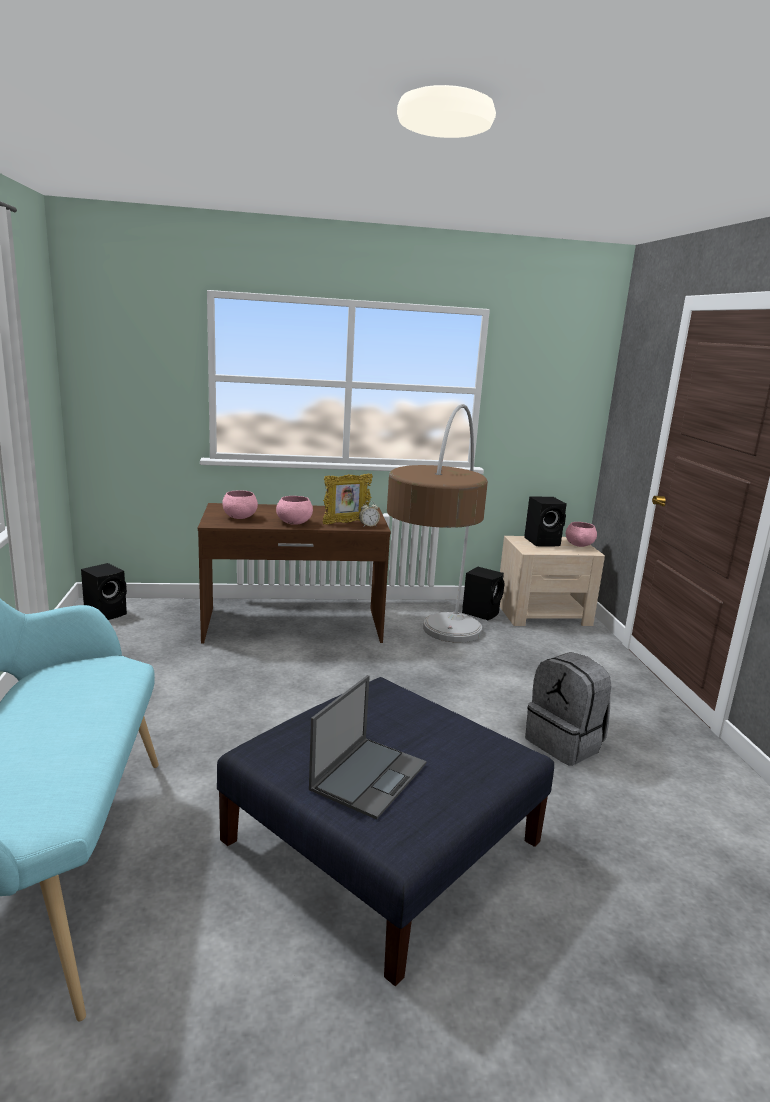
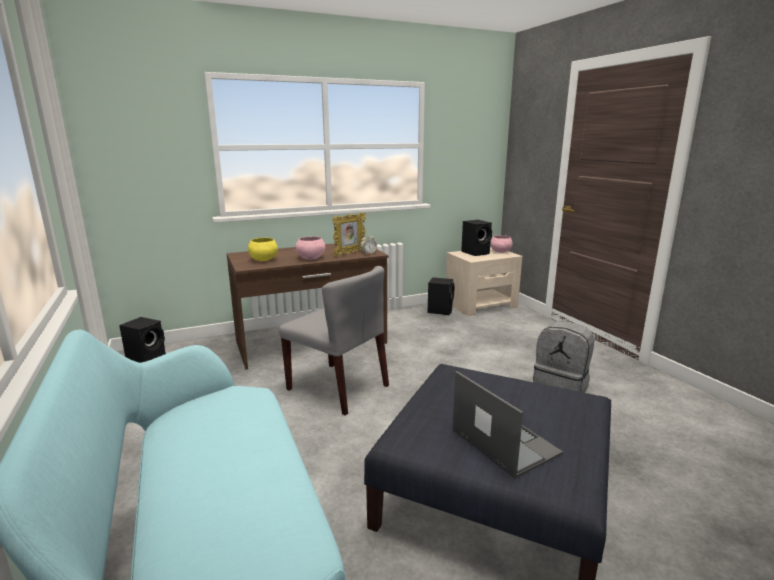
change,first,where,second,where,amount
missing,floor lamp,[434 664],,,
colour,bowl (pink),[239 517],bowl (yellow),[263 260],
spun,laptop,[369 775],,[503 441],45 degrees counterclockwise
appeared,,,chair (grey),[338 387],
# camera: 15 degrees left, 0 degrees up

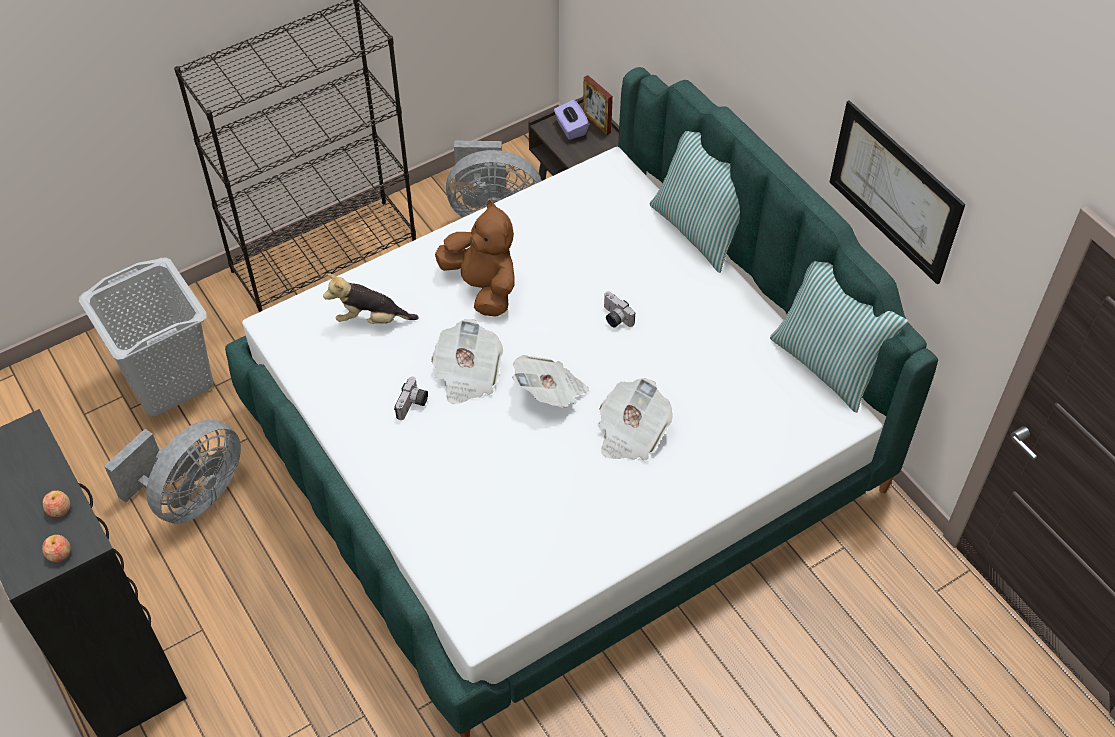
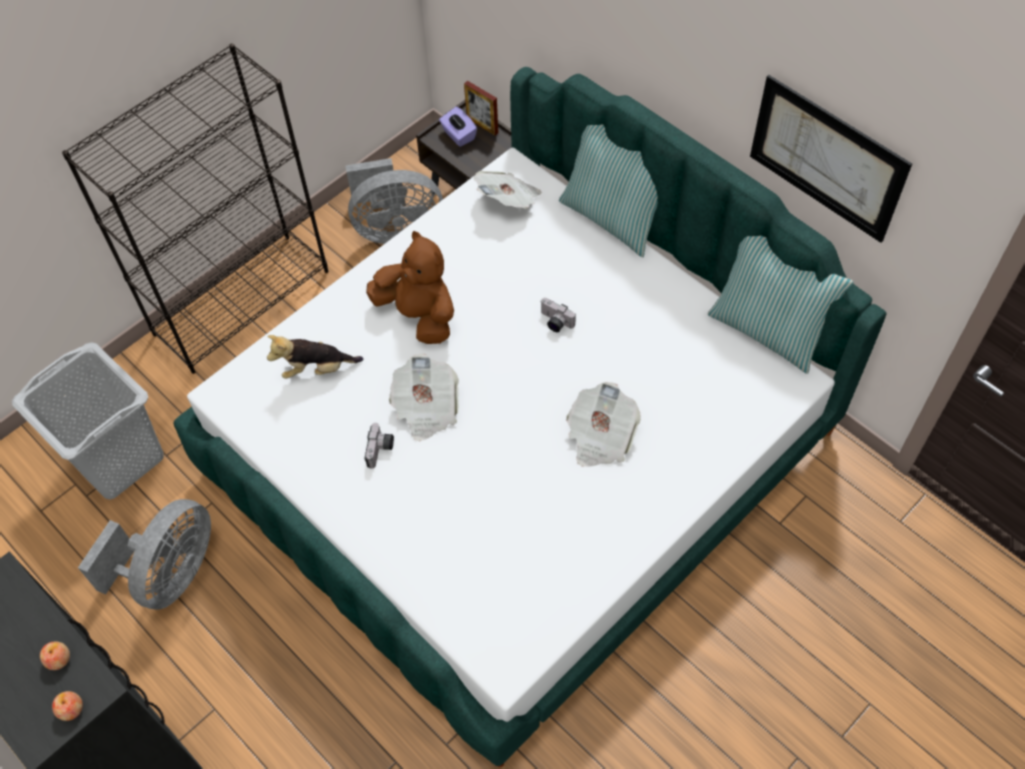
change,first,where,second,where,amount
relocated,newspaper,[550 393],,[509 200],
# camera: 10 degrees left, 5 degrees up

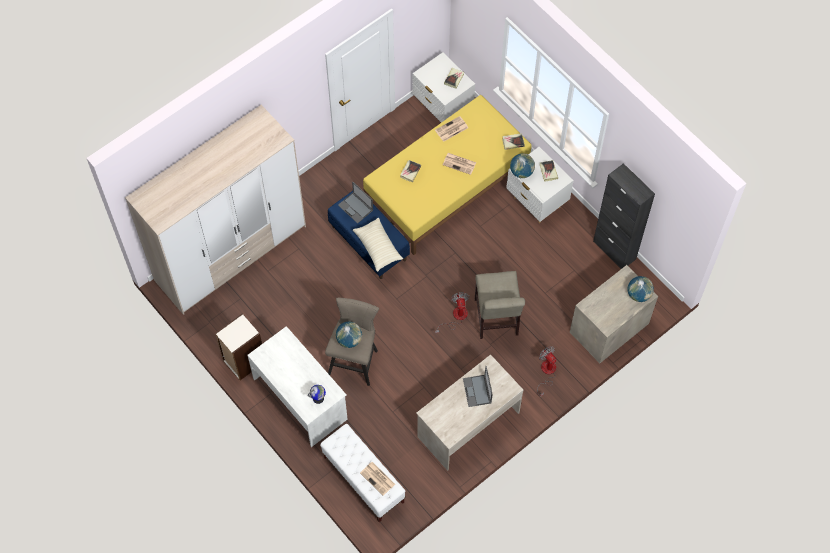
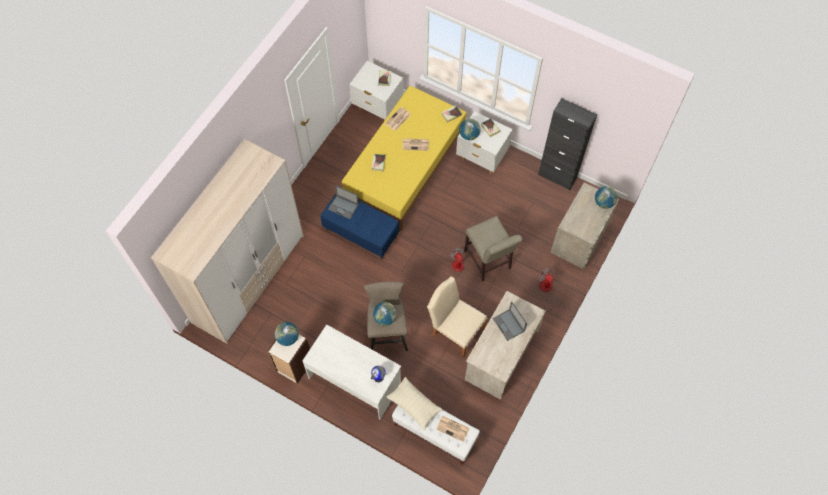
change,first,where,second,where,amount
relocated,pillow (beige),[377 248],,[414 405],
appeared,,,chair (beige),[454 330],
appeared,,,globe,[288 338],
# camera: 20 degrees left, 0 degrees up

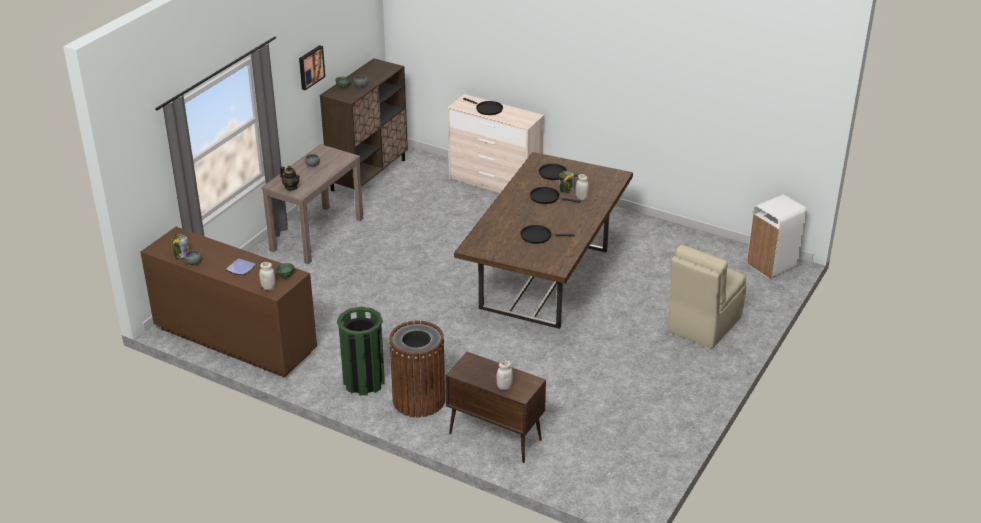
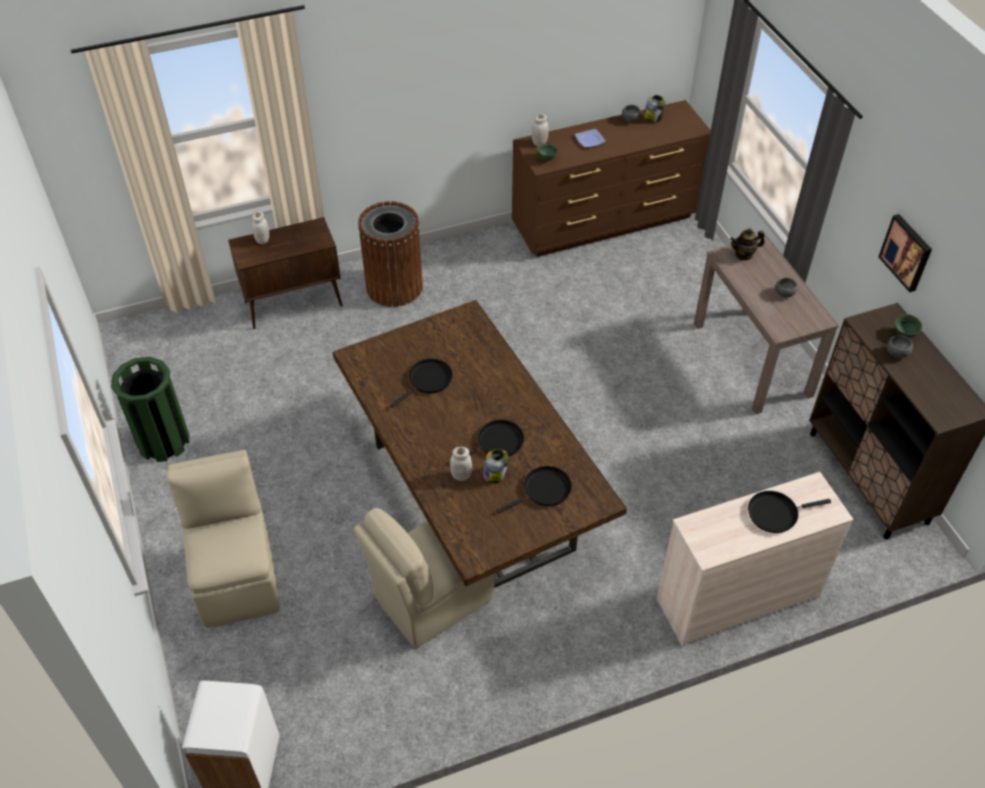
change,first,where,second,where,amount
relocated,trash can (green),[364 382],,[163 441],
appeared,,,chair (beige),[430 599],
# camera: 130 degrees right, 15 degrees up

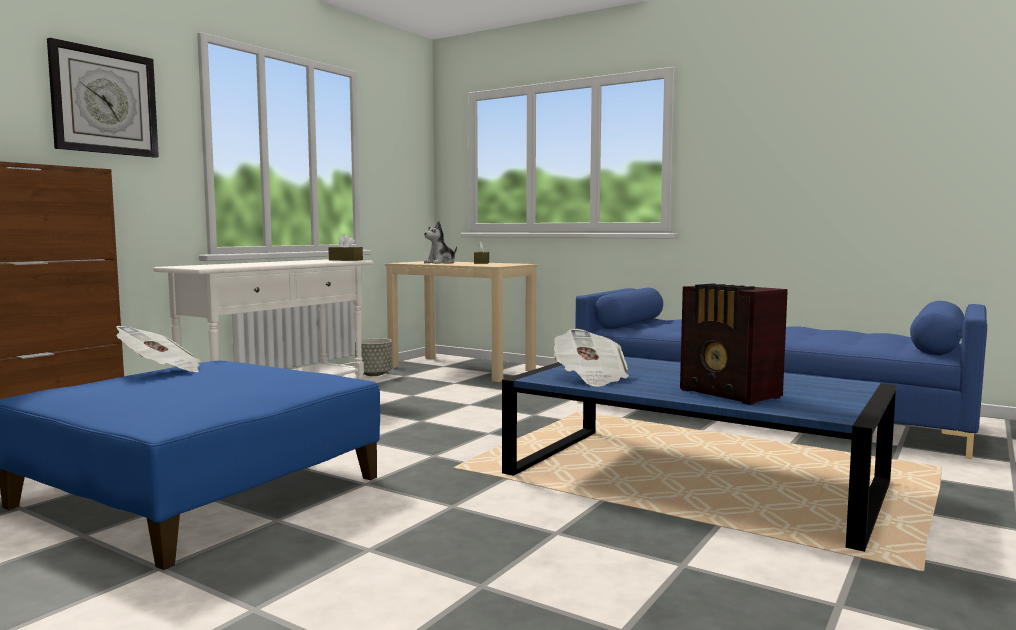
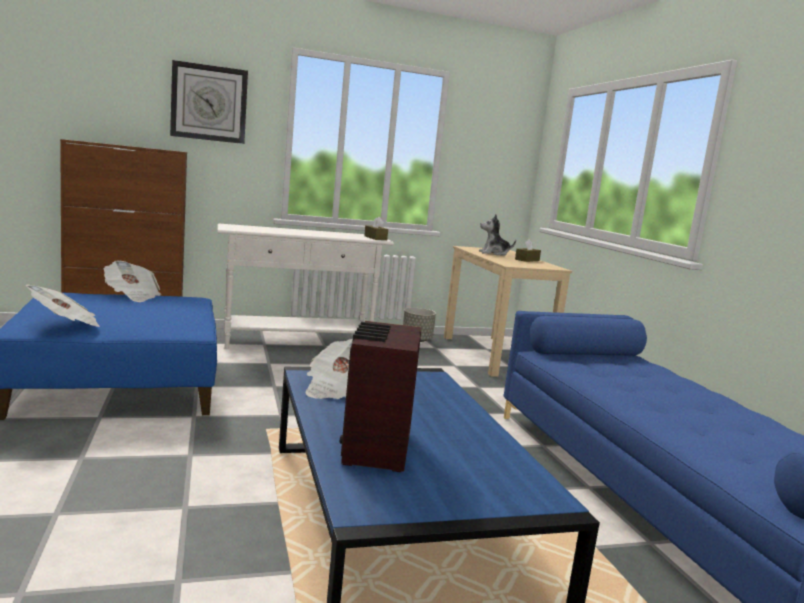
change,first,where,second,where,amount
appeared,,,newspaper,[65 323],
# camera: 40 degrees right, 5 degrees up

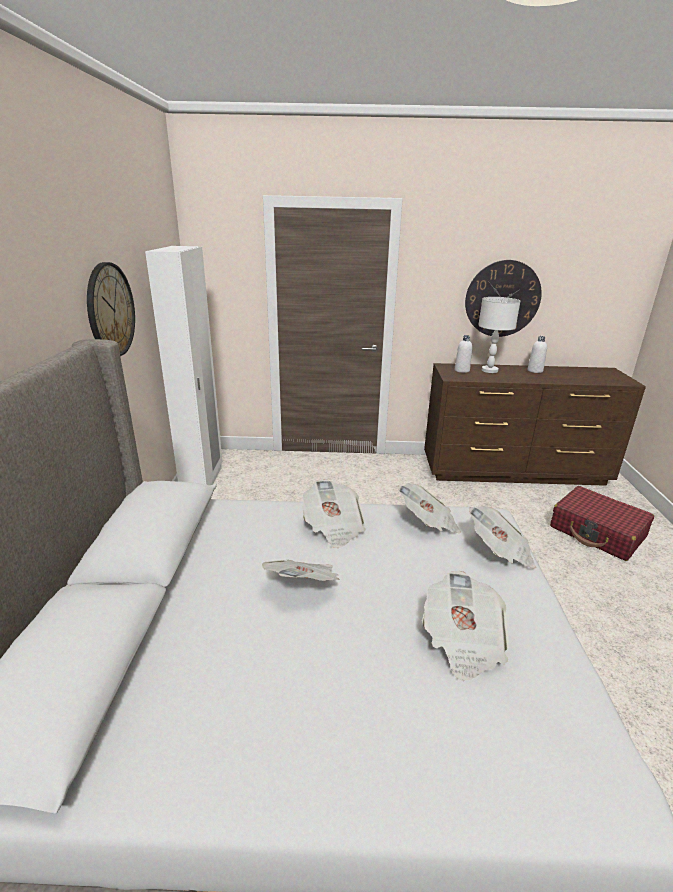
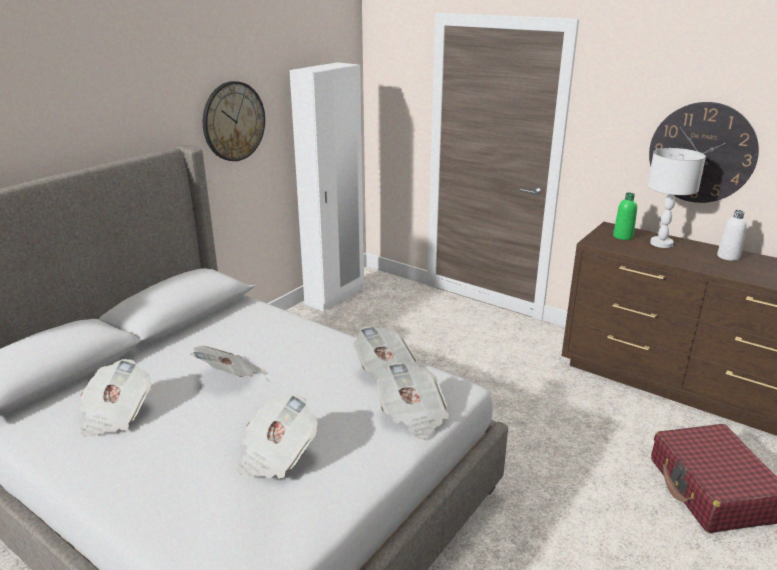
change,first,where,second,where,amount
colour,bottle (white),[462 370],bottle (green),[622 236],
relocated,newspaper,[333 527],,[115 415],
# camera: 35 degrees right, 0 degrees up

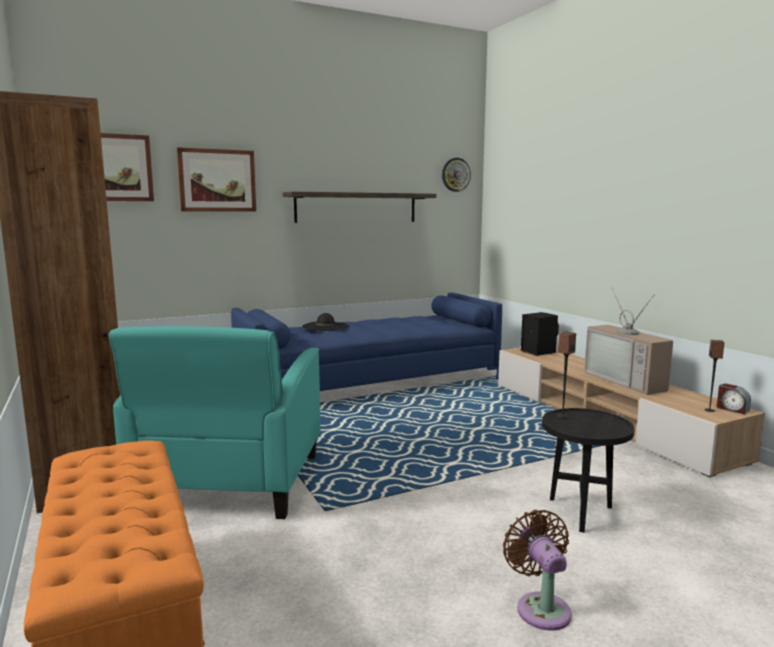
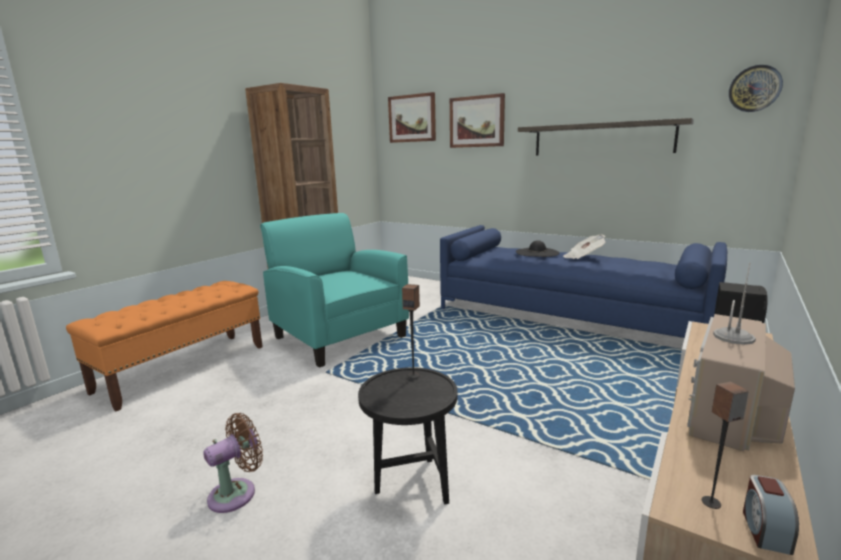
change,first,where,second,where,amount
spun,armchair (turquoise),[231 483],,[339 336],75 degrees clockwise
appeared,,,newspaper,[583 257],
# camera: 60 degrees right, 5 degrees up

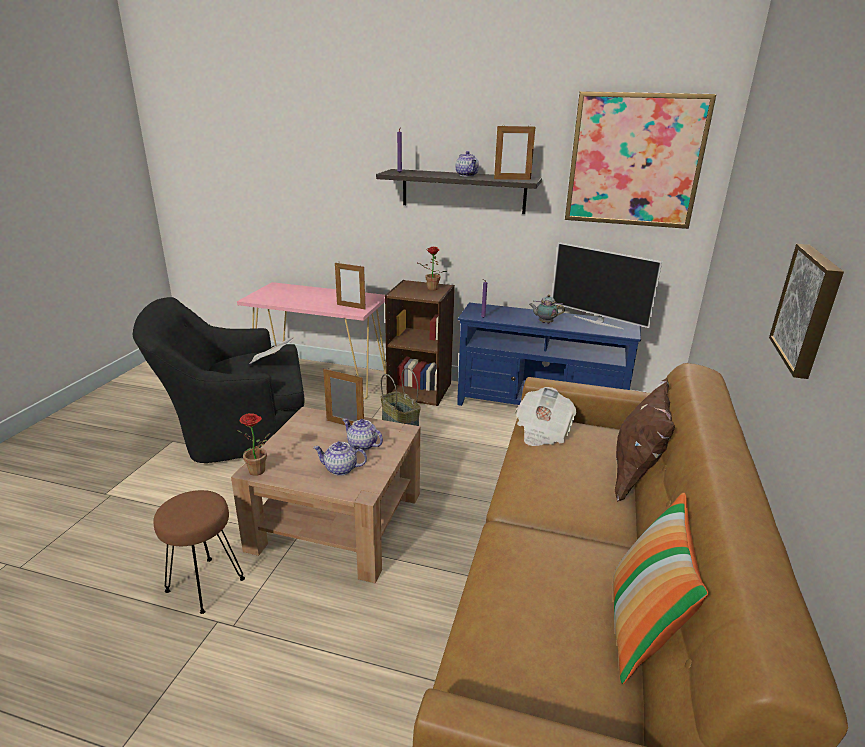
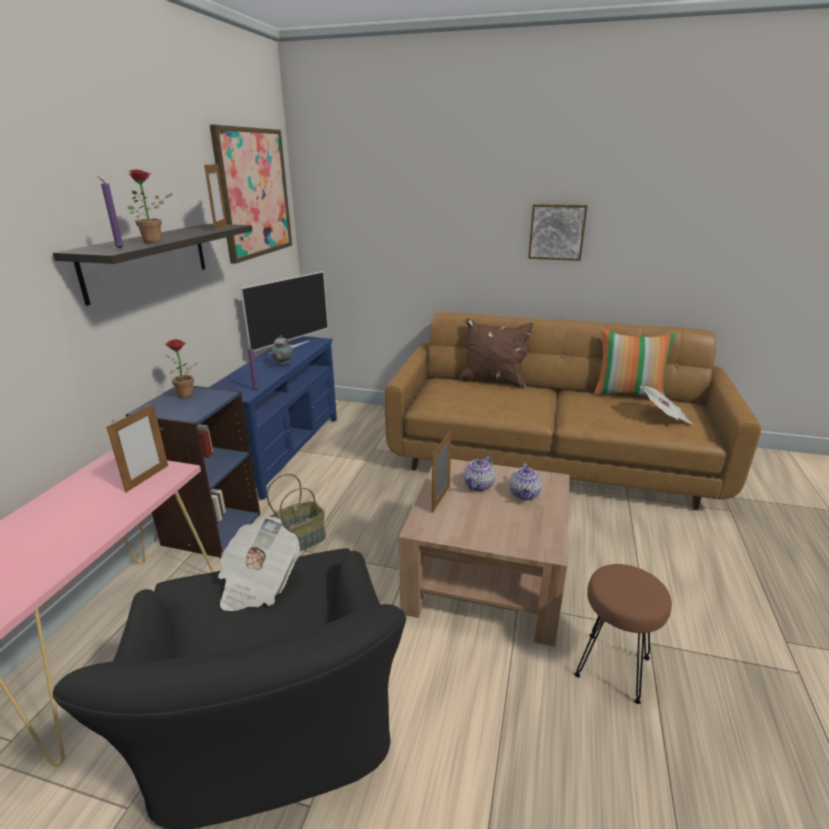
change,first,where,second,where,amount
missing,teapot,[467 175],,,
colour,bookcase (brown),[420 390],bookcase (blue),[211 529],
relocated,newspaper,[542 431],,[663 417],
relocated,potted plant,[259 472],,[156 241],
# camera: 90 degrees left, 0 degrees up

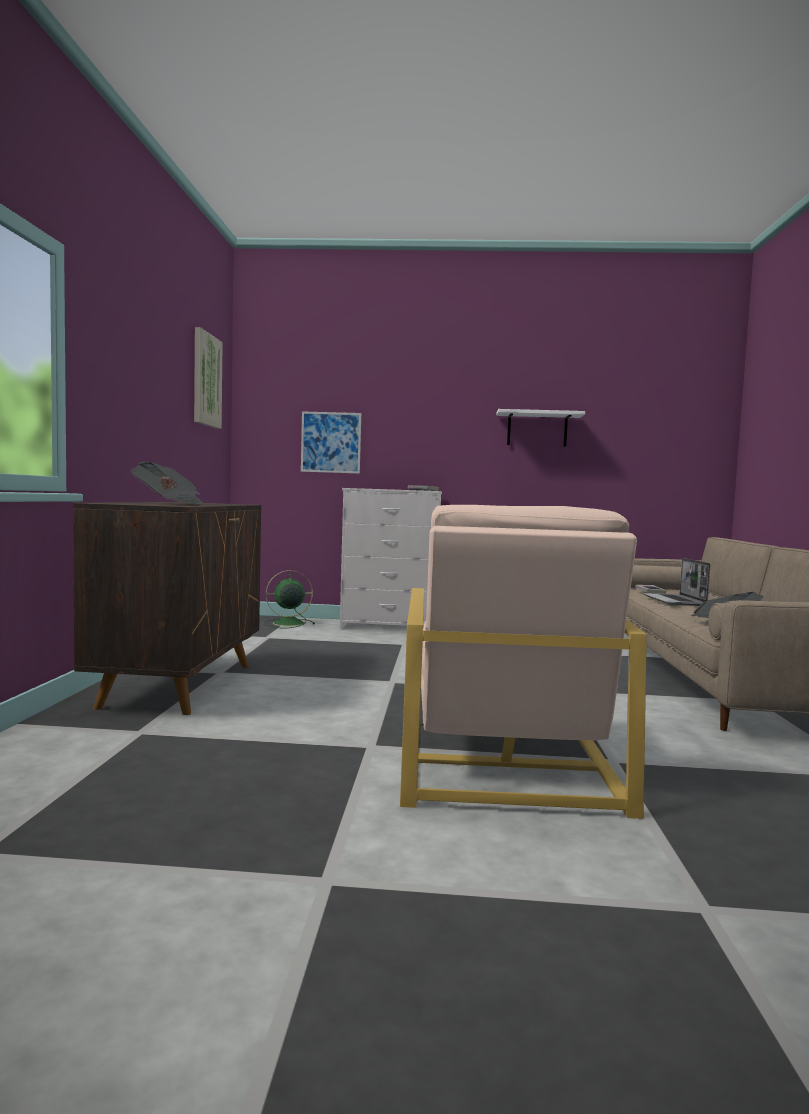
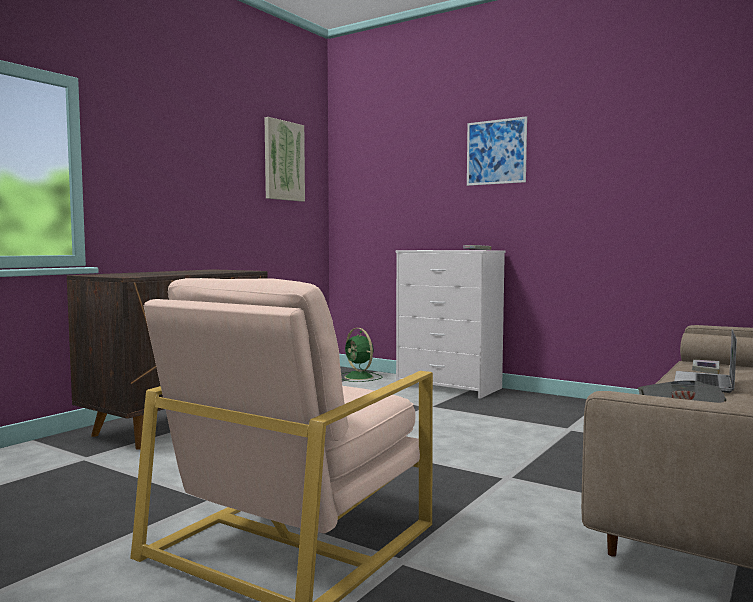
change,first,where,second,where,amount
missing,shelf (white),[537 429],,,
relocated,picture,[331 442],,[496 152],
missing,newspaper,[169 503],,,
spun,fan (green),[287 623],,[359 377],135 degrees counterclockwise
# camera: 30 degrees right, 0 degrees up

